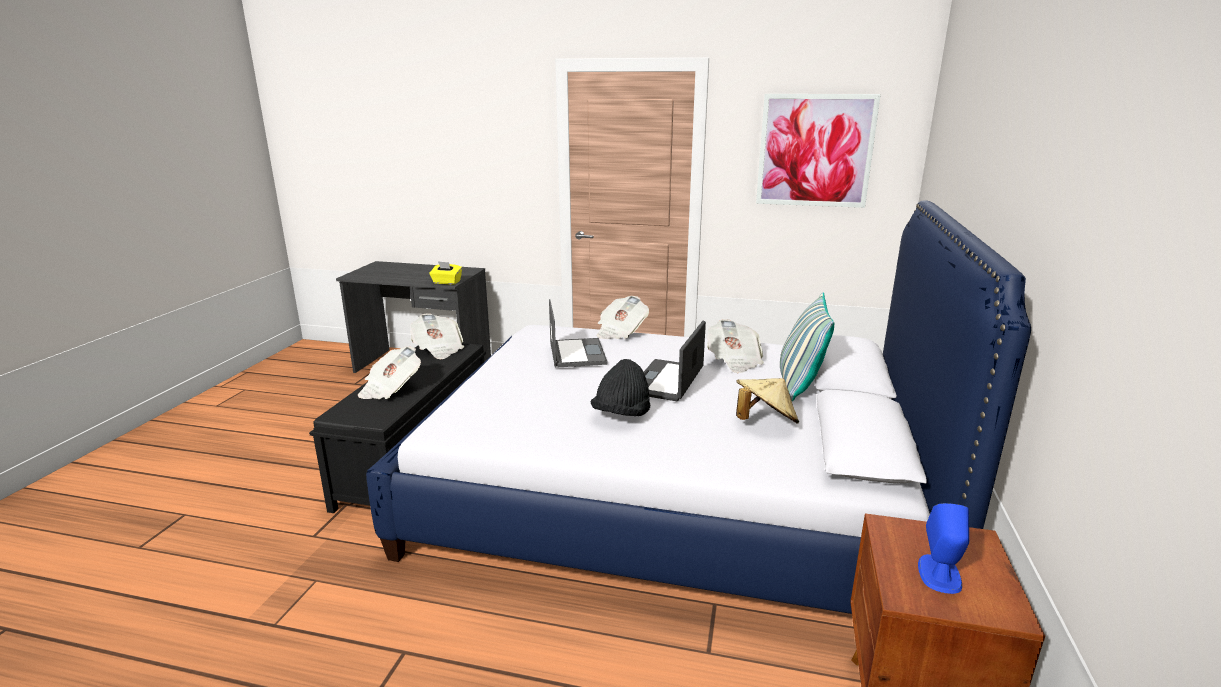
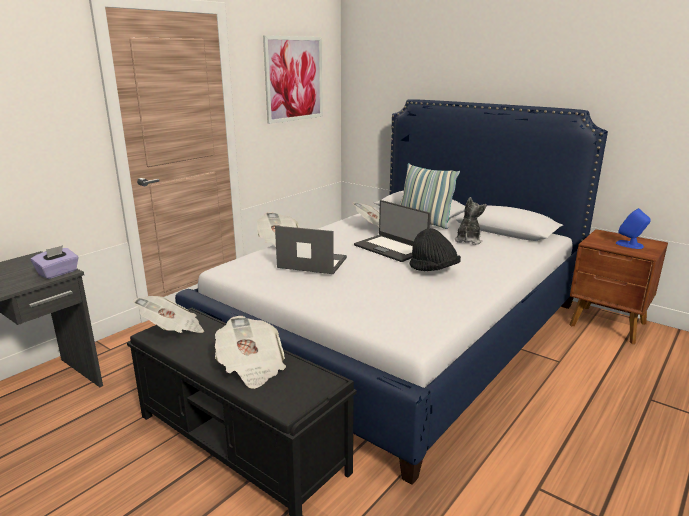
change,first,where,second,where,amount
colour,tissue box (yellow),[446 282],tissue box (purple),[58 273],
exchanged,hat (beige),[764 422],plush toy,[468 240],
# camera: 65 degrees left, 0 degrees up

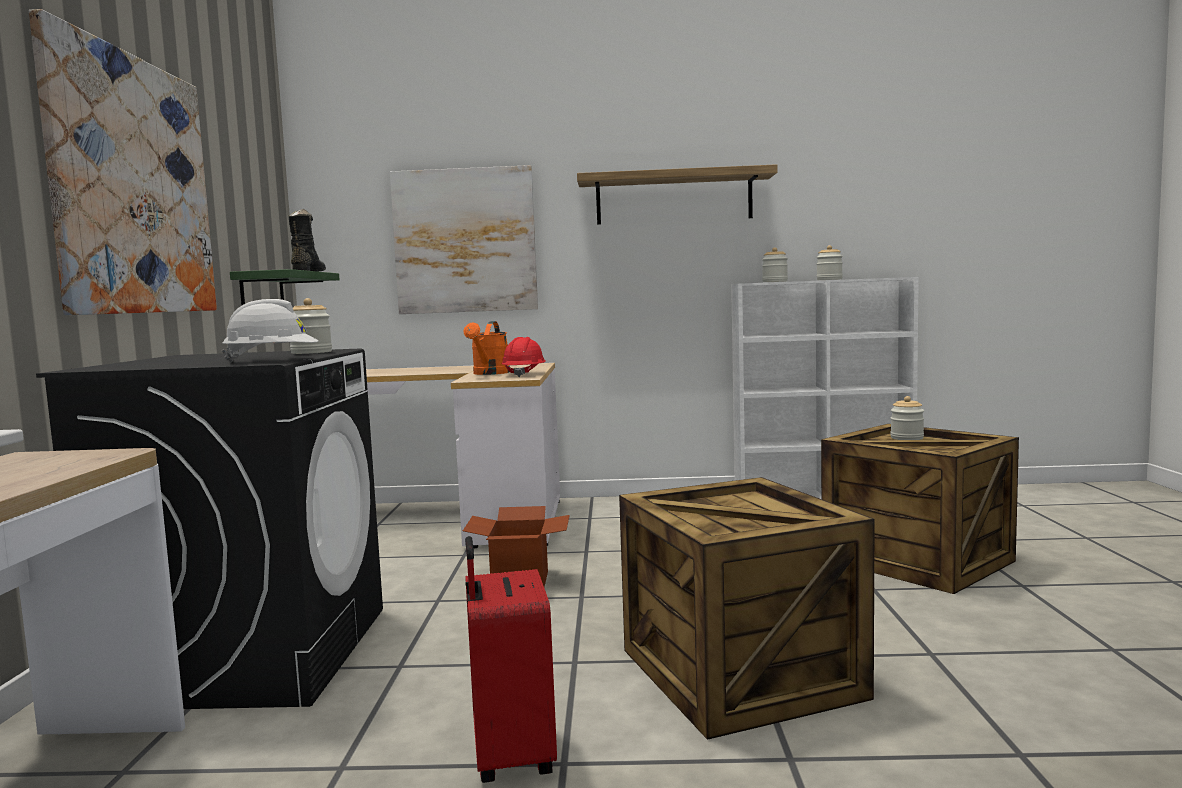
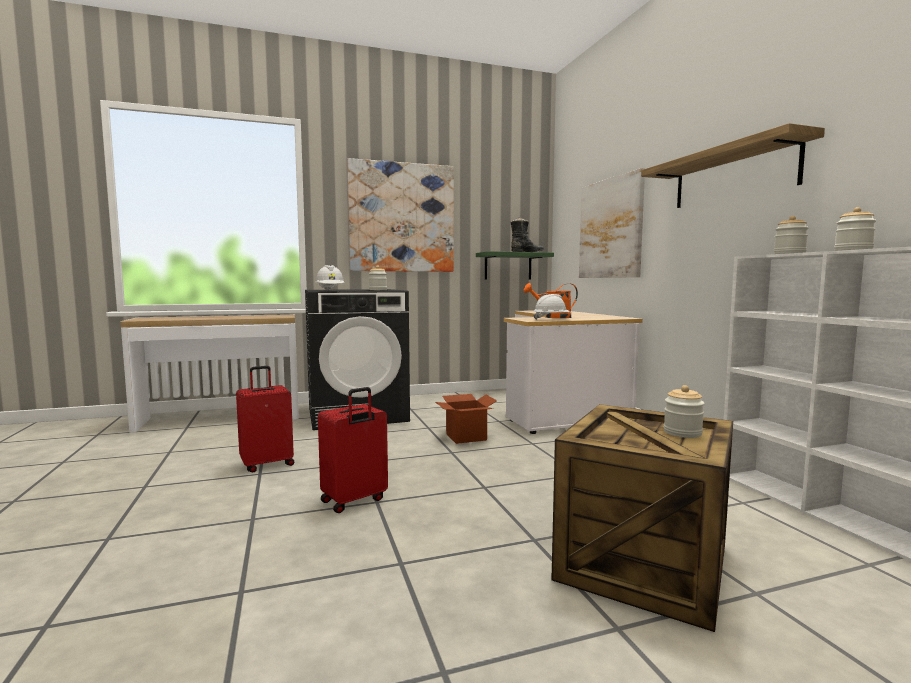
change,first,where,second,where,amount
colour,hard hat (red),[524 374],hard hat (white),[551 319],
exchanged,crate,[743 673],suitcase (red),[354 501],
# camera: 70 degrees right, 0 degrees up

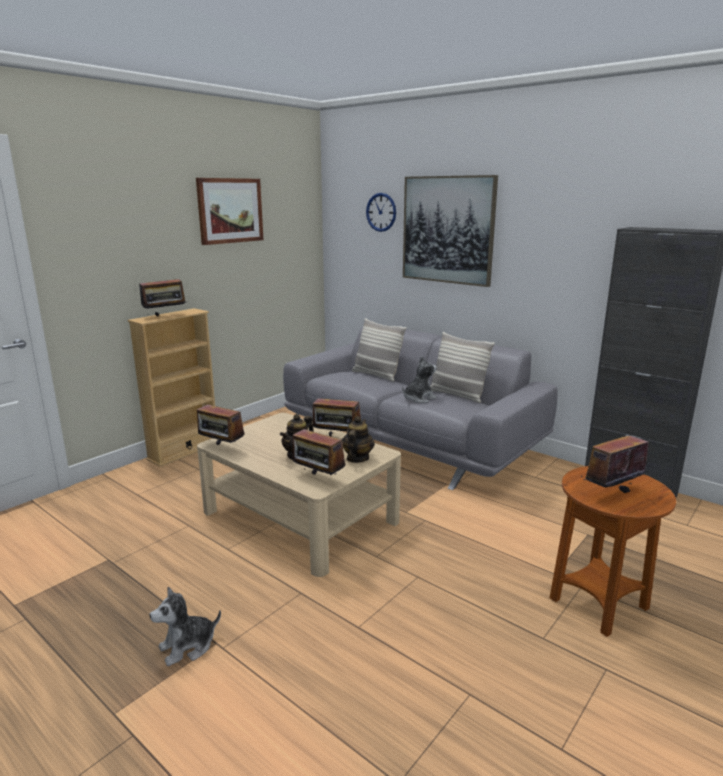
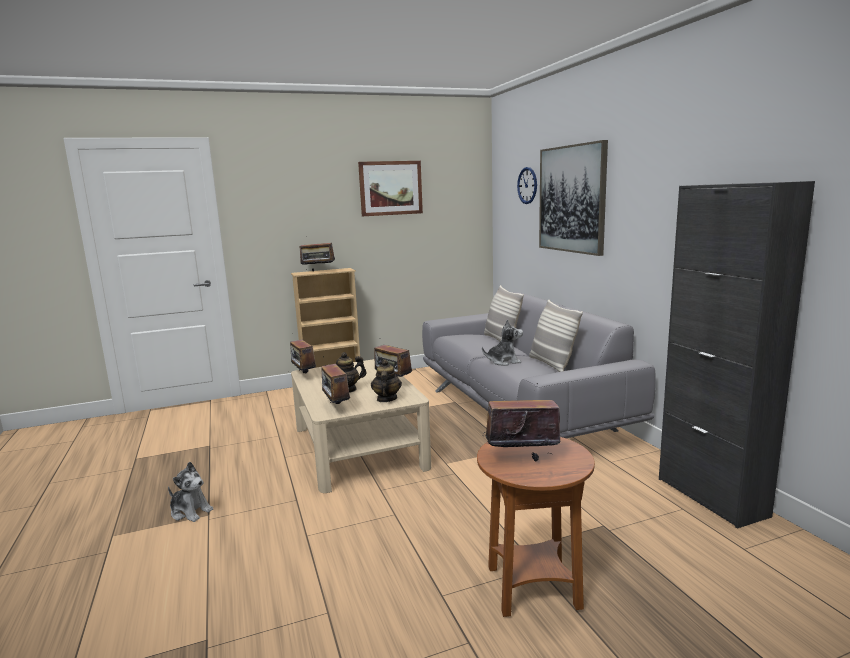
change,first,where,second,where,amount
spun,teapot,[357 458],,[386 399],45 degrees counterclockwise
spun,plush toy,[188 647],,[190 511],150 degrees counterclockwise
# camera: 30 degrees right, 5 degrees down

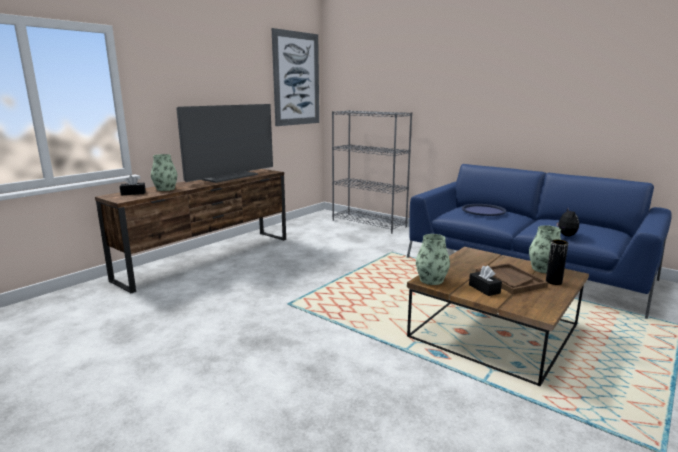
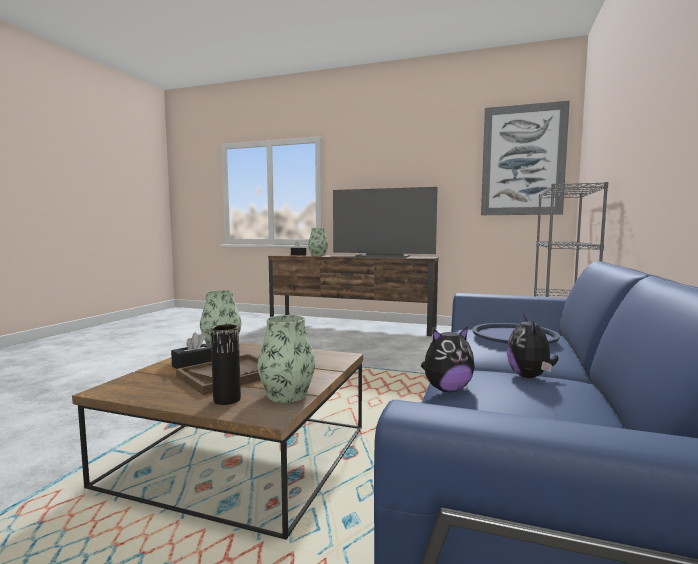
change,first,where,second,where,amount
appeared,,,plush toy,[530 377],
# camera: 70 degrees right, 10 degrees down

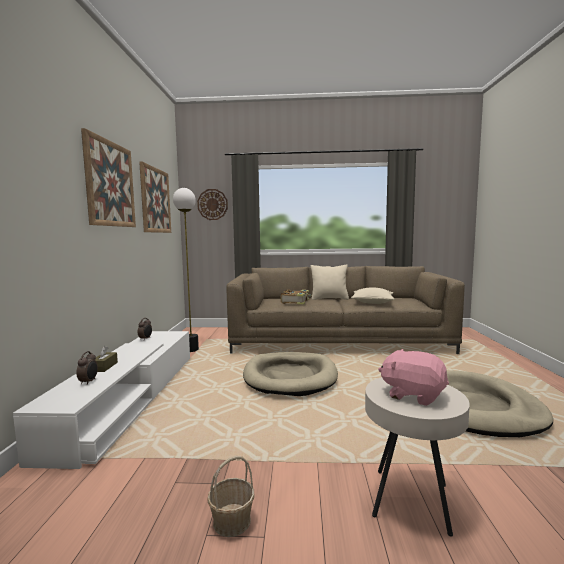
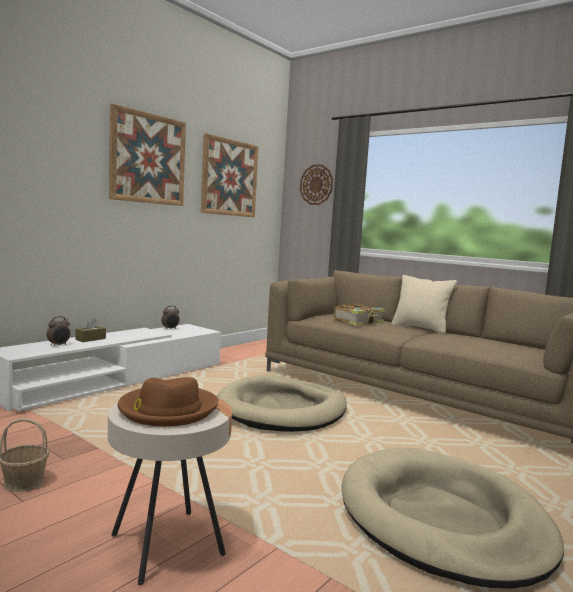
change,first,where,second,where,amount
missing,floor lamp,[191 349],,,
missing,pillow (beige),[372 302],,,
exchanged,plush toy (pink),[413 394],hat (brown),[167 409],
# camera: 35 degrees right, 0 degrees up

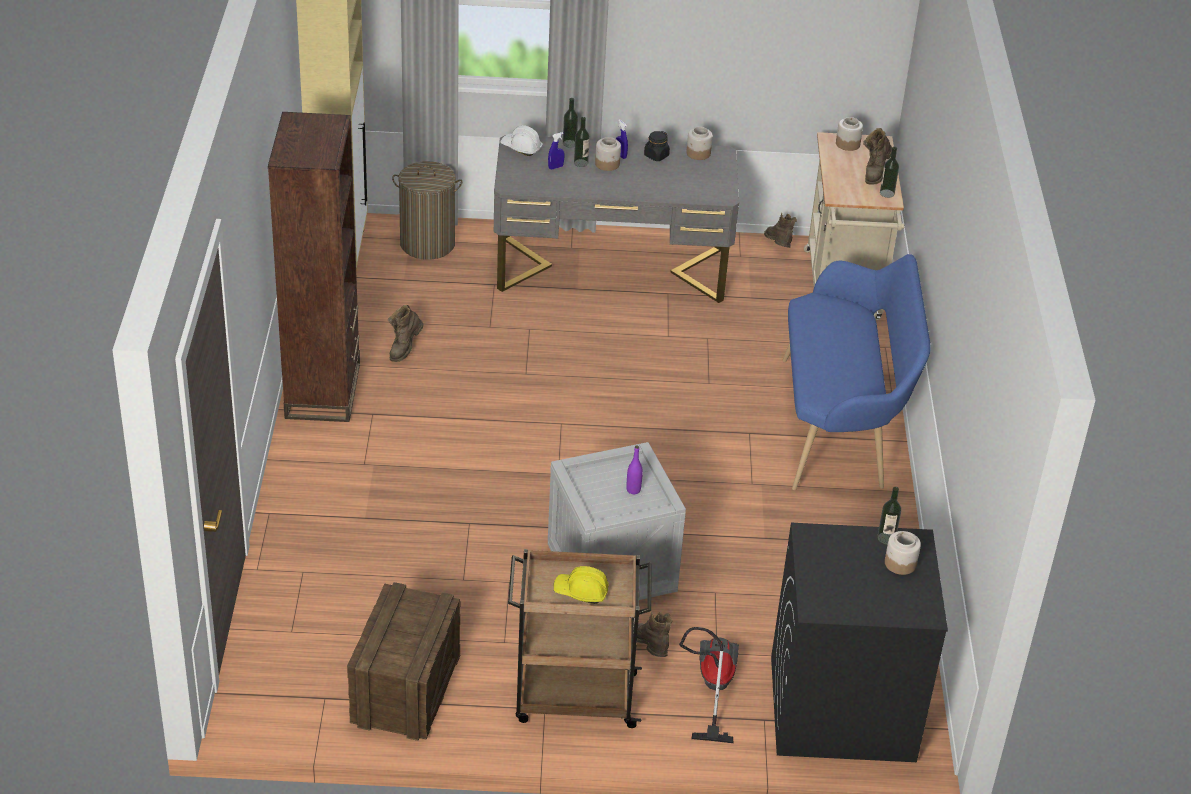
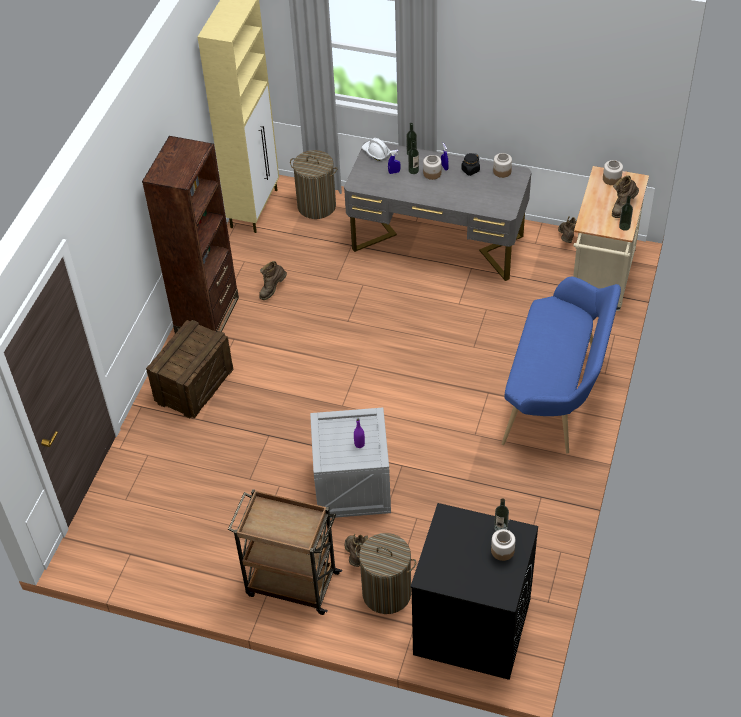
change,first,where,second,where,amount
missing,hard hat (yellow),[581 591],,,
relocated,crate,[406 689],,[194 385],
exchanged,vacuum cleaner,[711 687],laundry basket,[387 593],
# camera: 20 degrees right, 10 degrees up

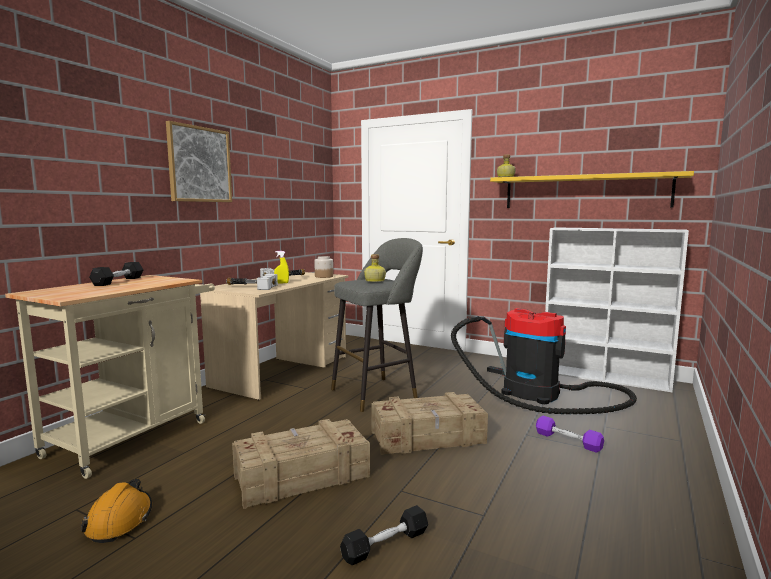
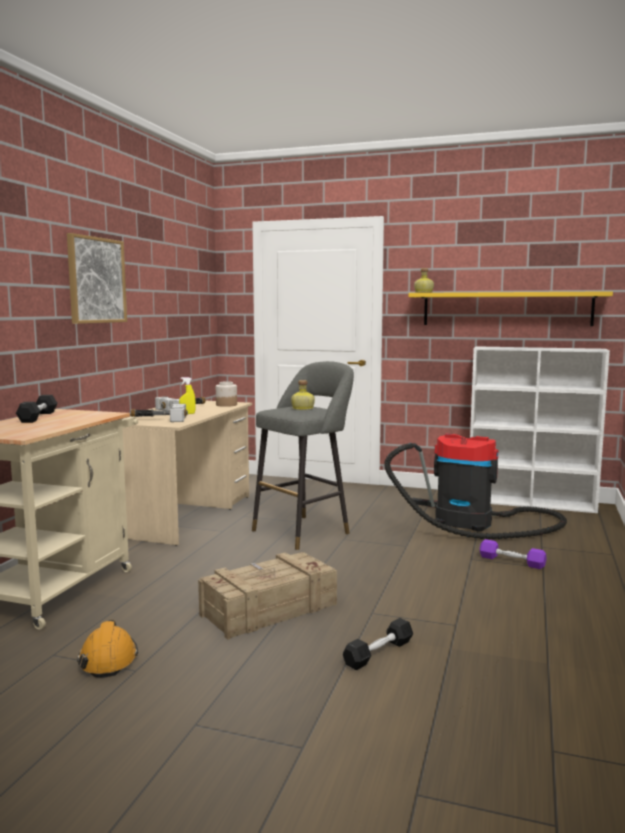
change,first,where,second,where,amount
missing,crate,[428 437],,,
# camera: 10 degrees left, 0 degrees up

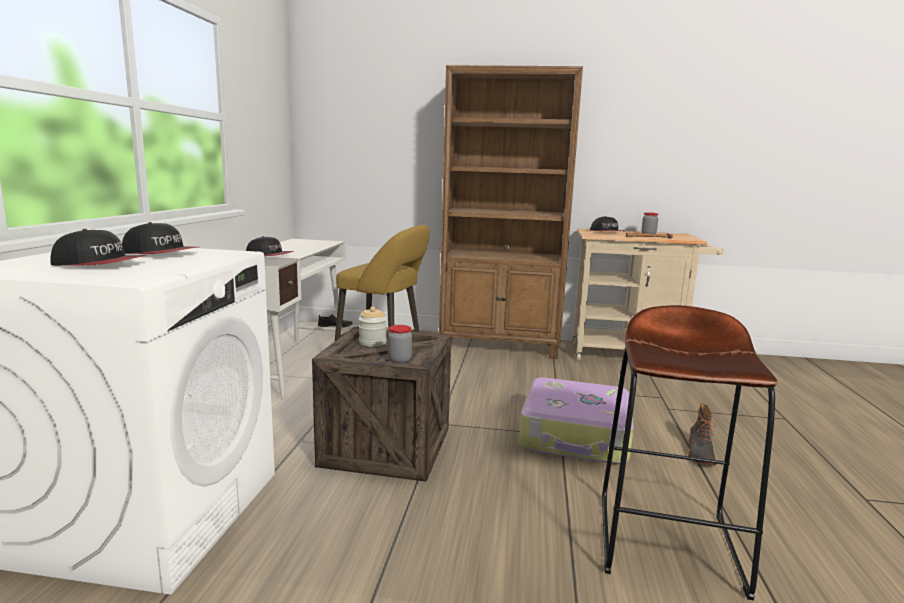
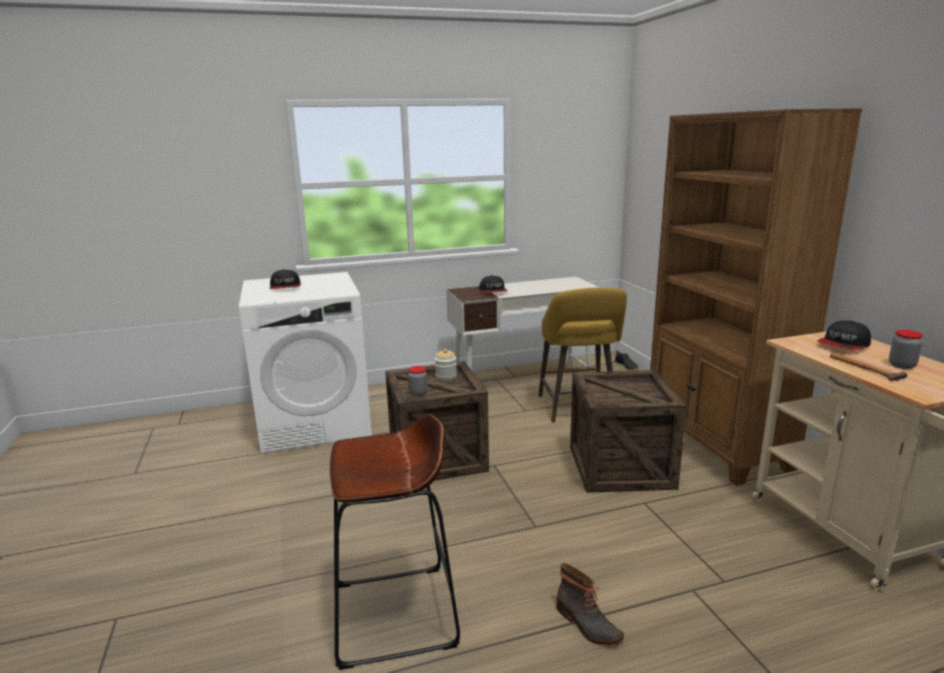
change,first,where,second,where,amount
missing,cap,[161 253],,,
missing,suitcase,[576 436],,,
spun,boot,[699 453],,[587 625],120 degrees counterclockwise
appeared,,,crate,[620 467],
# camera: 65 degrees right, 5 degrees up

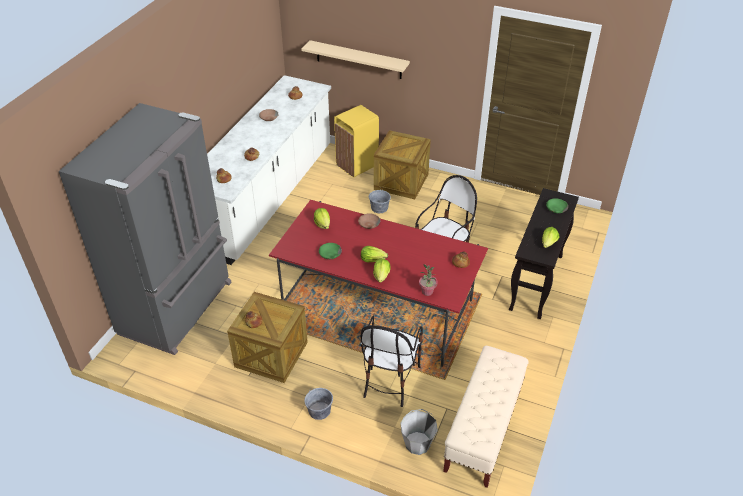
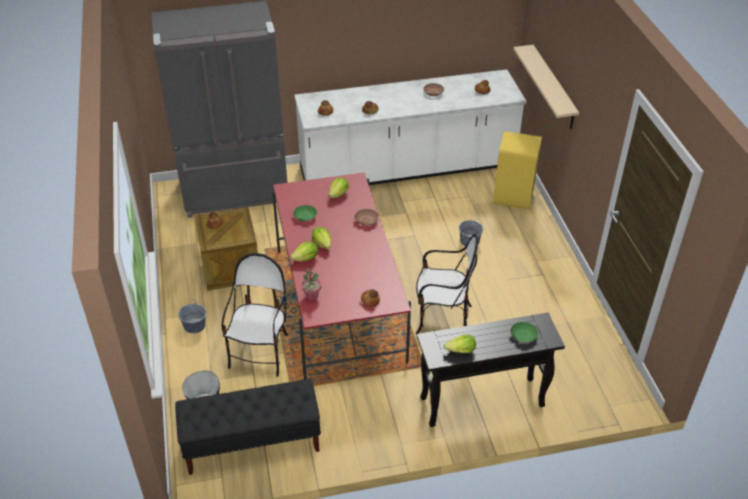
change,first,where,second,where,amount
missing,crate,[401 181],,,
spun,chair,[390 380],,[261 353],120 degrees clockwise
colour,bench (beige),[483 430],bench (black),[252 444],
# camera: 55 degrees right, 0 degrees up

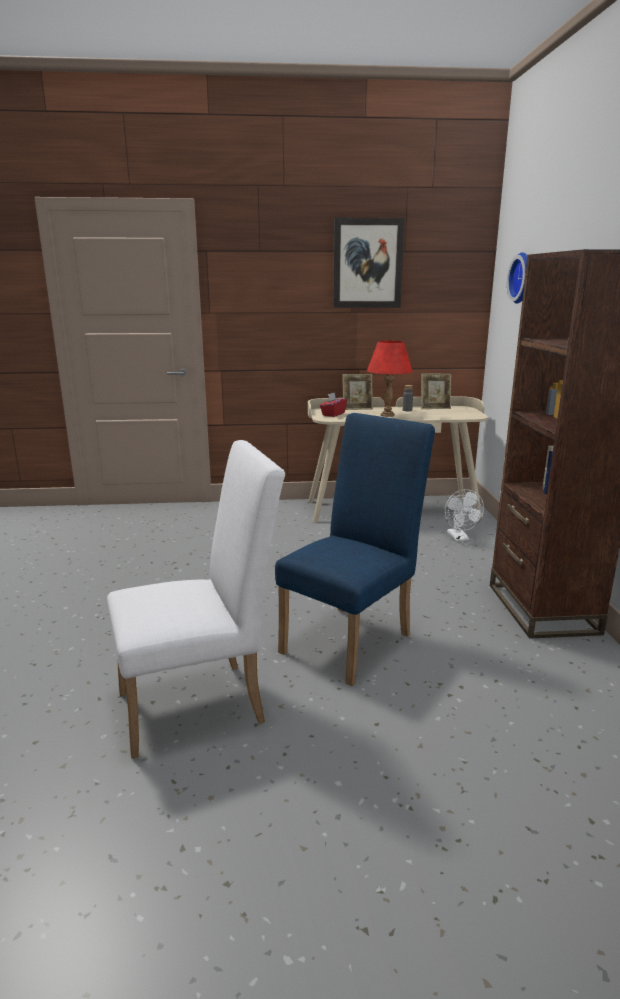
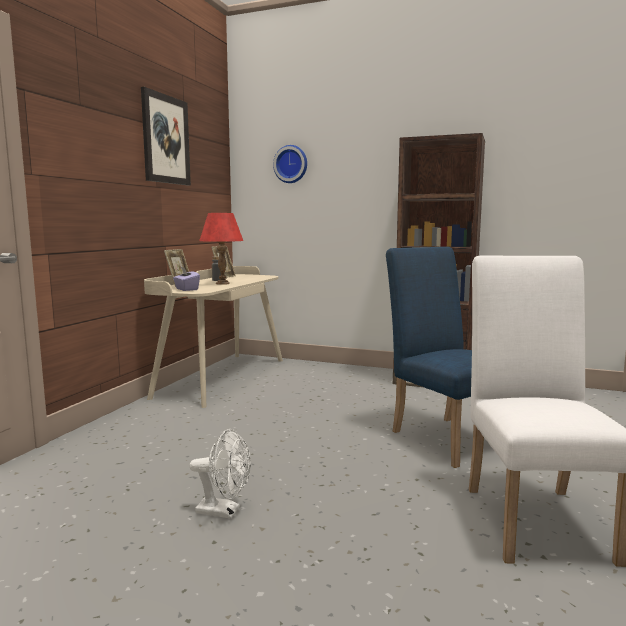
change,first,where,second,where,amount
colour,tissue box (red),[333 414],tissue box (purple),[186 289],
relocated,fan (white),[460 538],,[224 511],
# camera: 65 degrees left, 10 degrees down

